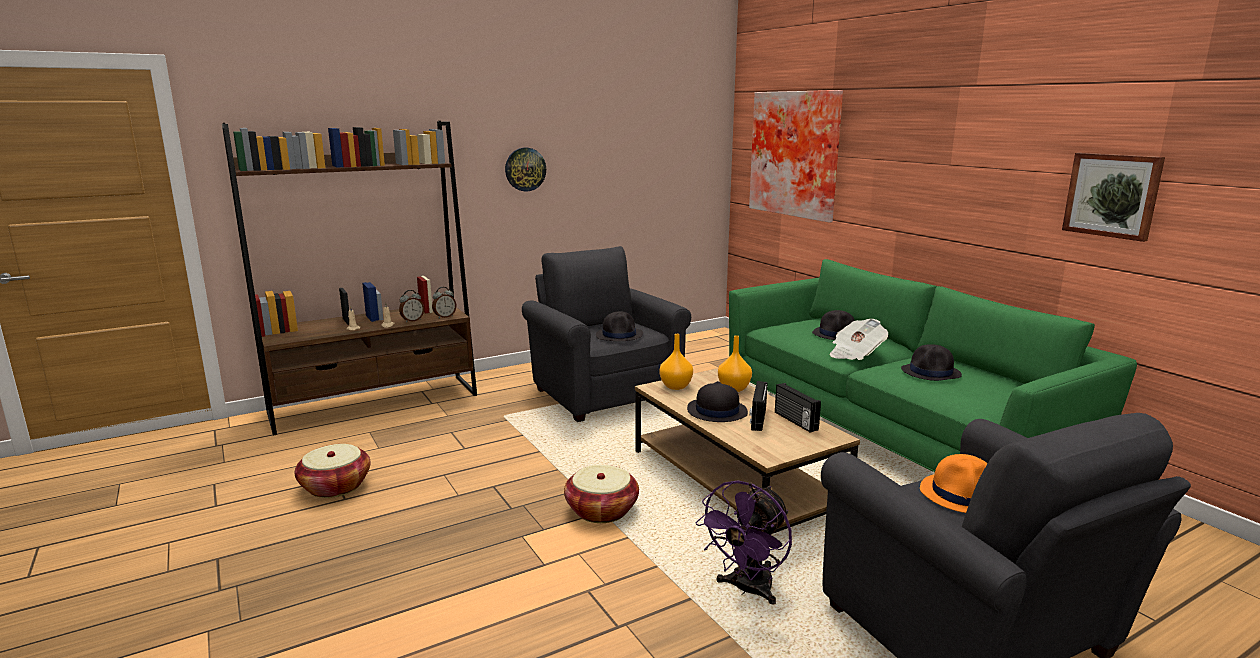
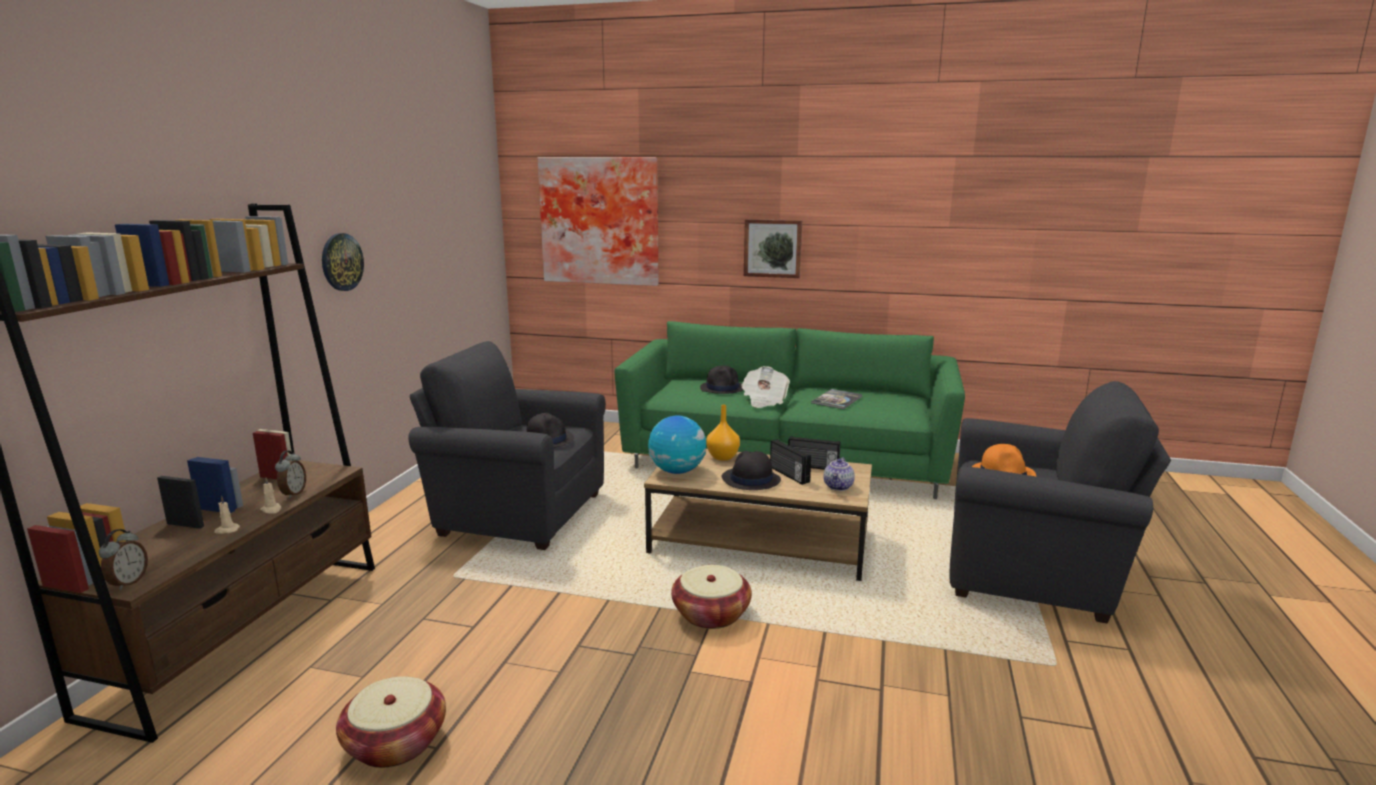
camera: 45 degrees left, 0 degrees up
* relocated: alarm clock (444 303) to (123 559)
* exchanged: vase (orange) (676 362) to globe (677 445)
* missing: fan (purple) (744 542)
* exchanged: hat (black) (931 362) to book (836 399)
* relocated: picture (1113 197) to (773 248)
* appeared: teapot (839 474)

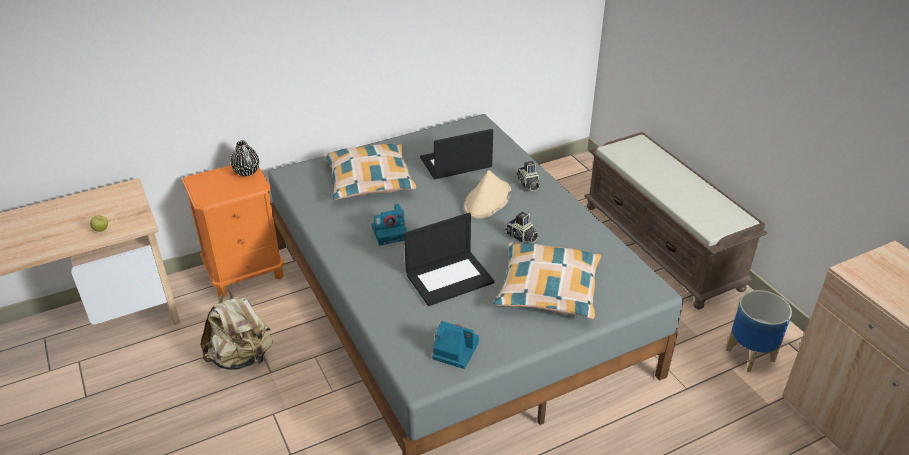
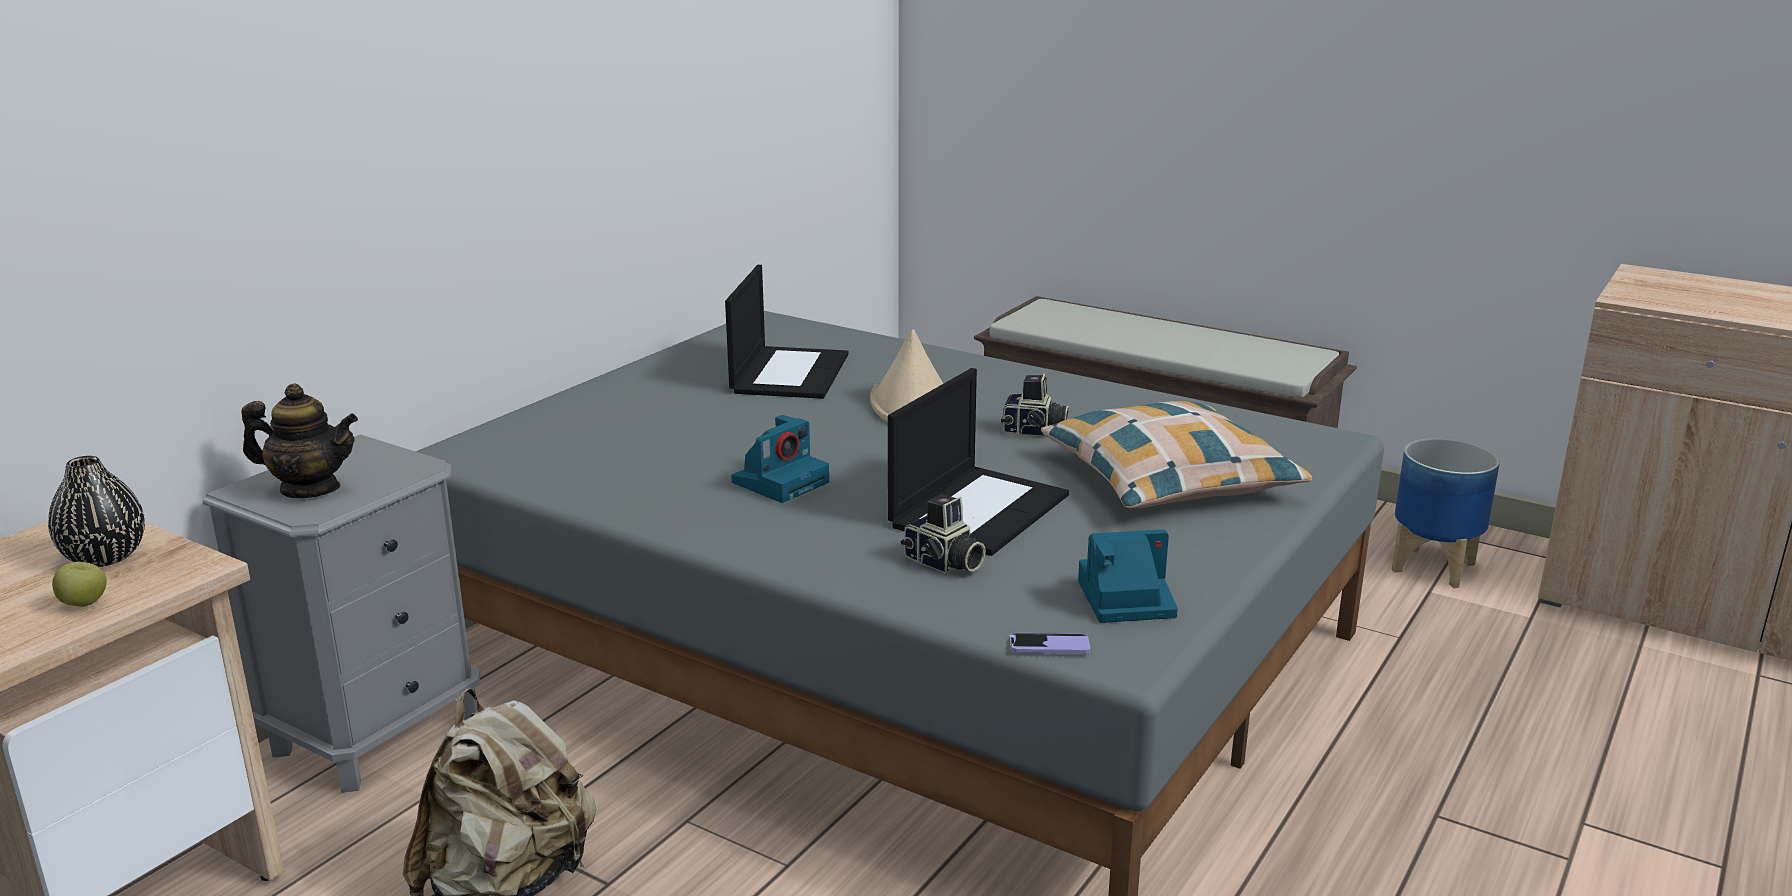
camera: 30 degrees left, 15 degrees down
* colour: nightstand (orange) (233 231) to nightstand (grey) (342 613)
* relocated: vase (black) (245 158) to (96 511)
* missing: pillow (370 172)
* spun: laptop (456 154) = (787 332) 150 degrees clockwise
* relocated: photo camera (528 176) to (943 534)
* appeared: teapot (300 441)
* appeared: phone (1050 643)

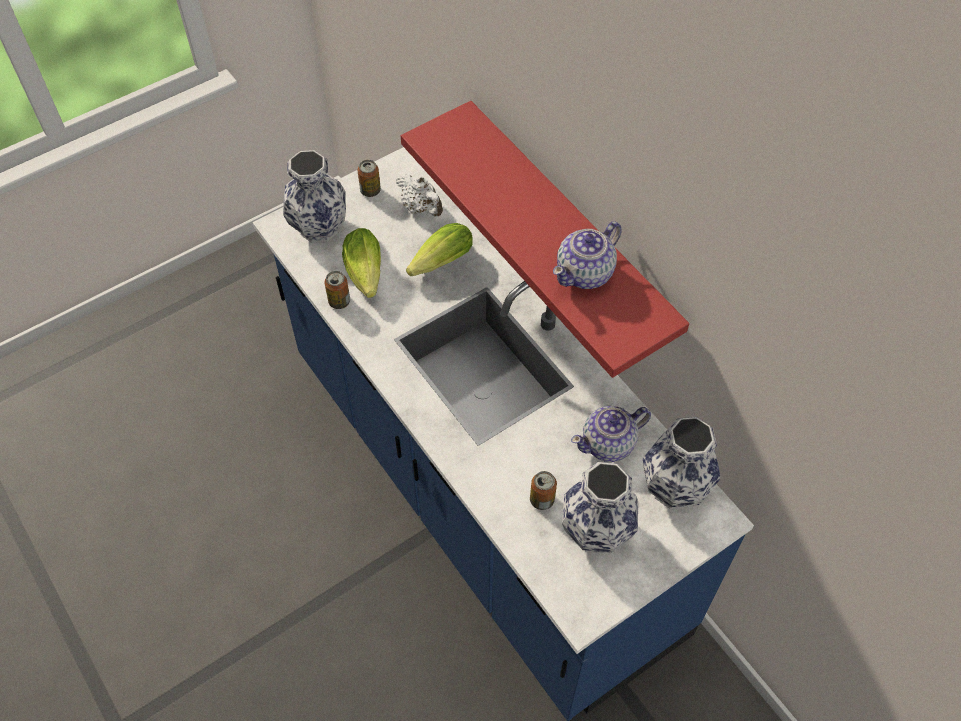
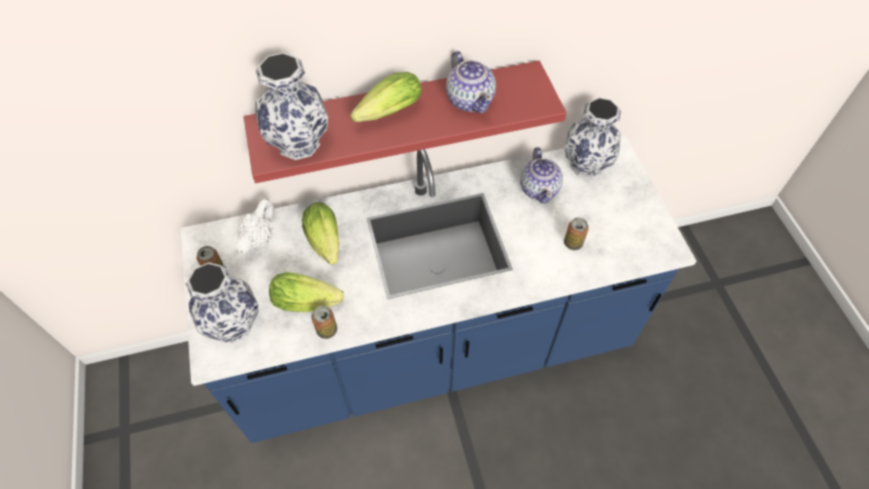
camera: 70 degrees left, 0 degrees up
* spun: teapot (white) (419 194) = (255 226) 45 degrees counterclockwise
* relocated: vase (600 508) to (291 106)
* appeared: lettuce (386 97)

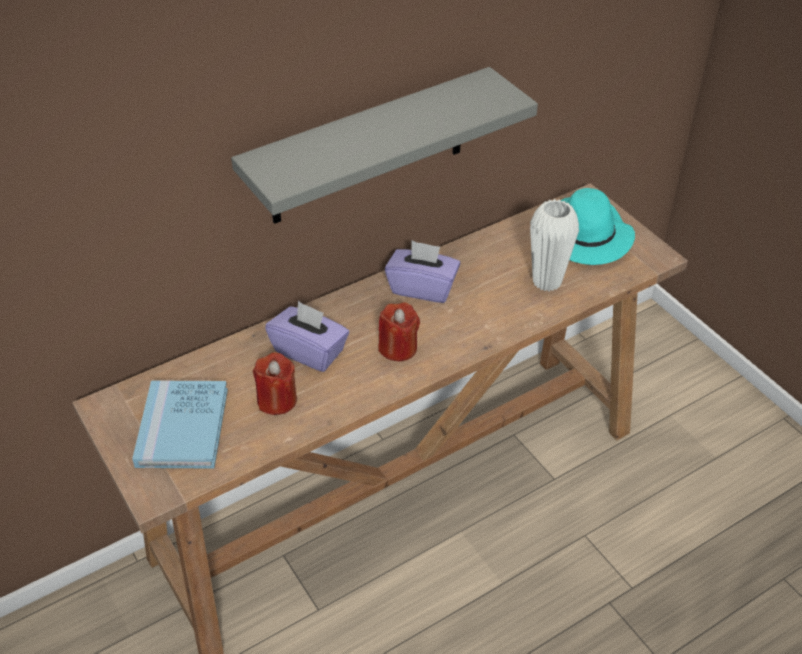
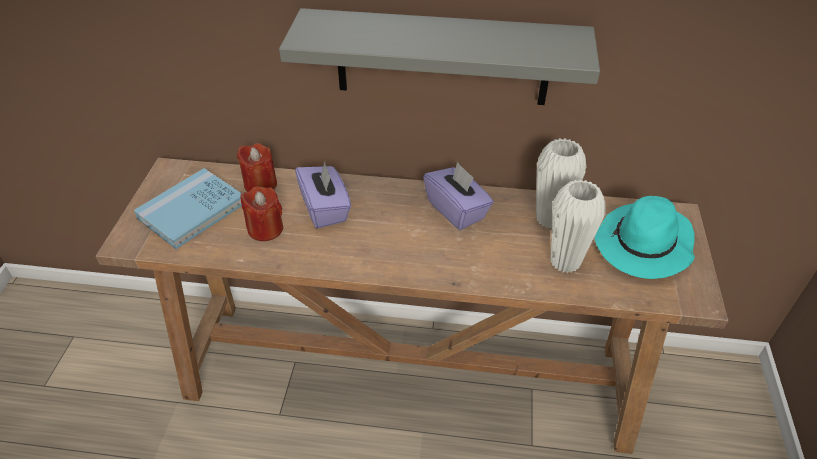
camera: 40 degrees right, 0 degrees up
* relocated: candle (red) (399 331) to (257 167)
* appeared: vase (white) (561 183)

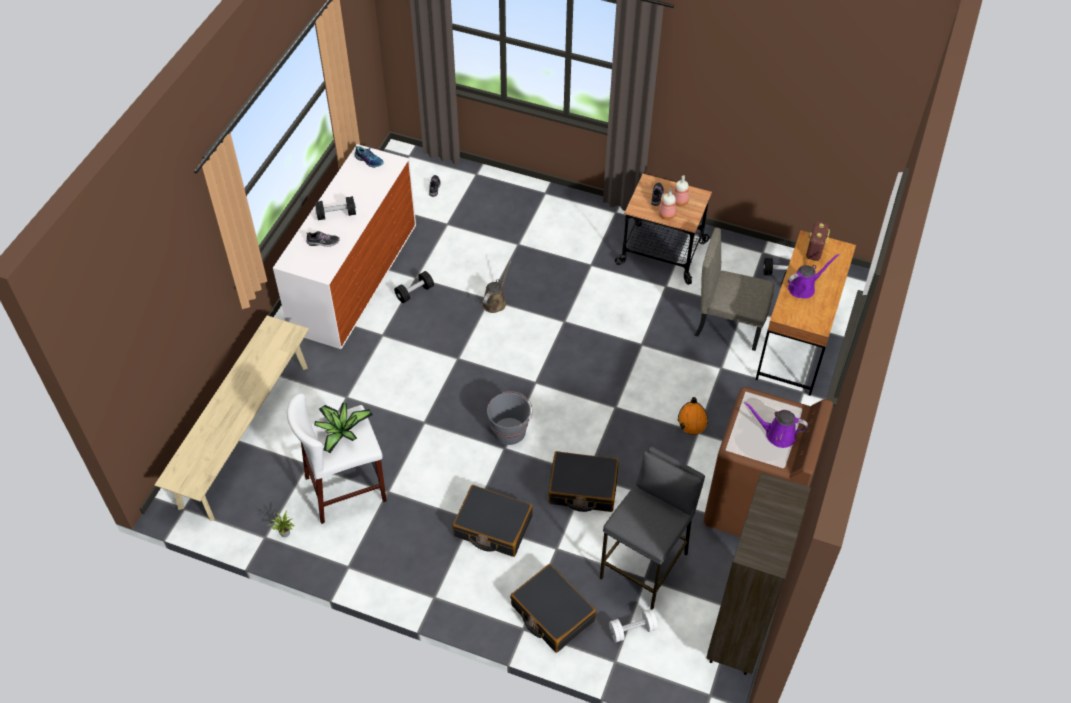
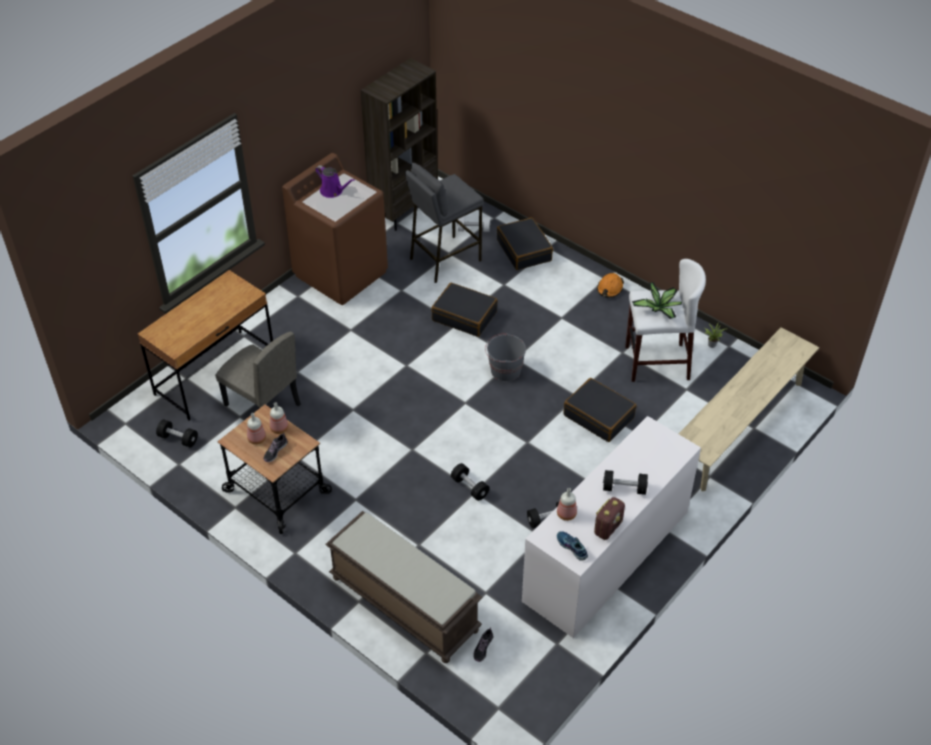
camera: 160 degrees left, 5 degrees down
* missing: shoe (323 239)
* relocated: suitcase (black) (492 521) to (600 410)
* exchanged: watering can (brown) (497 287) to dumbbell (black) (470 482)
* relocated: hard hat (orange) (693 416) to (610 285)
* missing: watering can (purple) (814 276)
* relocated: radio (818 241) to (609 518)
* appeared: bench (brown) (404 587)
* appeared: bottle (567 504)

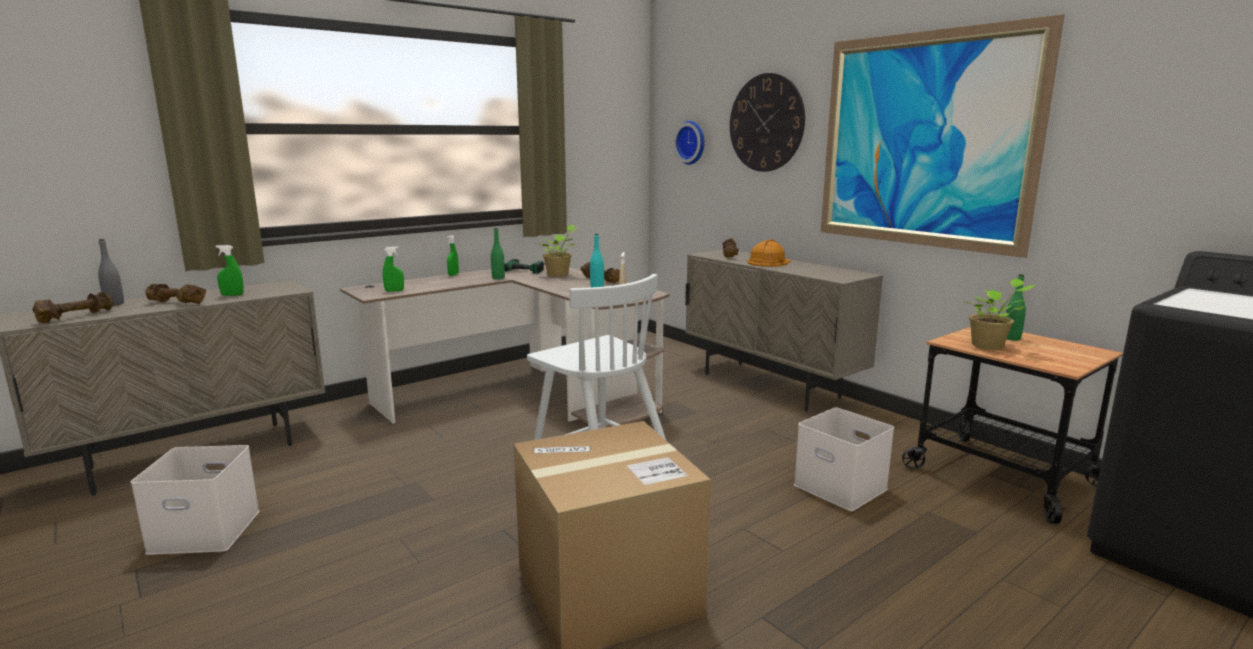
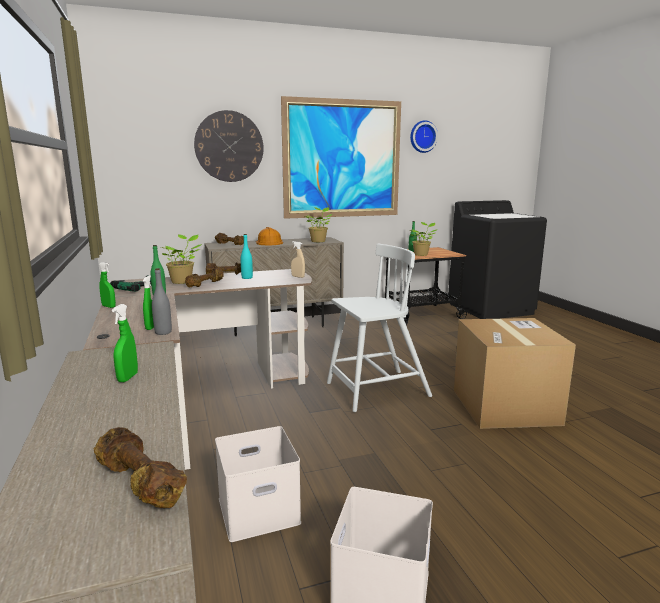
camera: 70 degrees left, 0 degrees up
* relocated: bottle (grey) (111 272) to (162 301)
* relocated: dumbbell (brown) (175 294) to (204 277)
* relocated: wall clock (689 143) to (424 137)
* relocated: storage box (white) (844 459) to (258 484)
* appeared: potted plant (318 224)

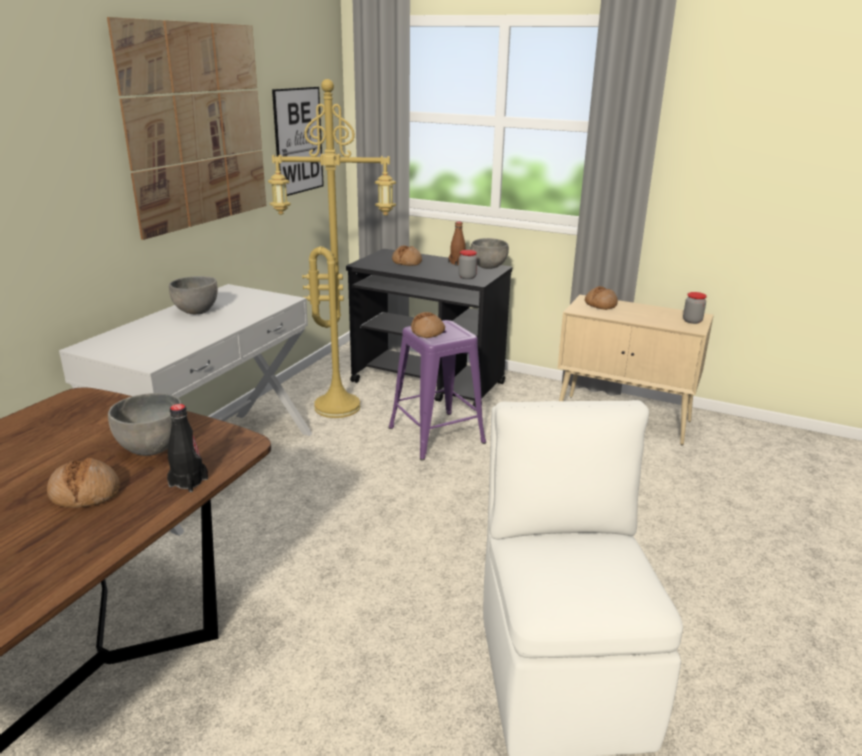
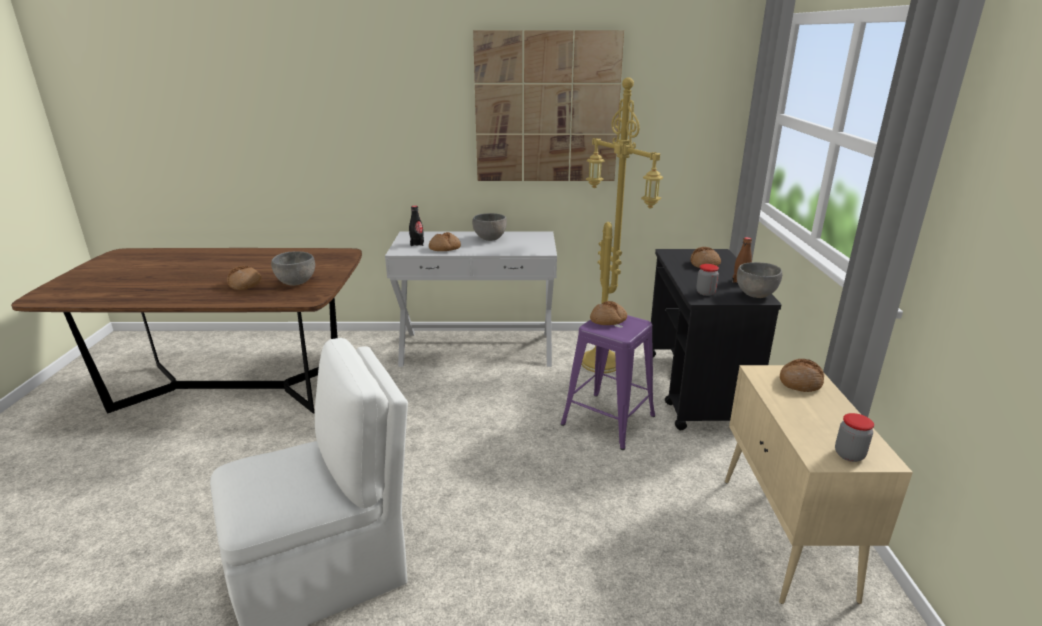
camera: 65 degrees right, 0 degrees up
* relocated: bottle (black) (187 448) to (416 225)
* missing: picture (298 141)
* appeared: bread (445 241)

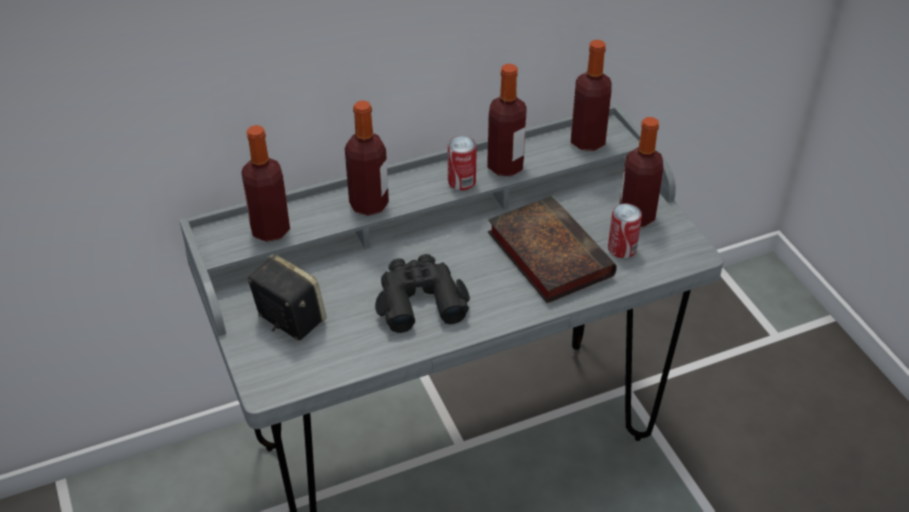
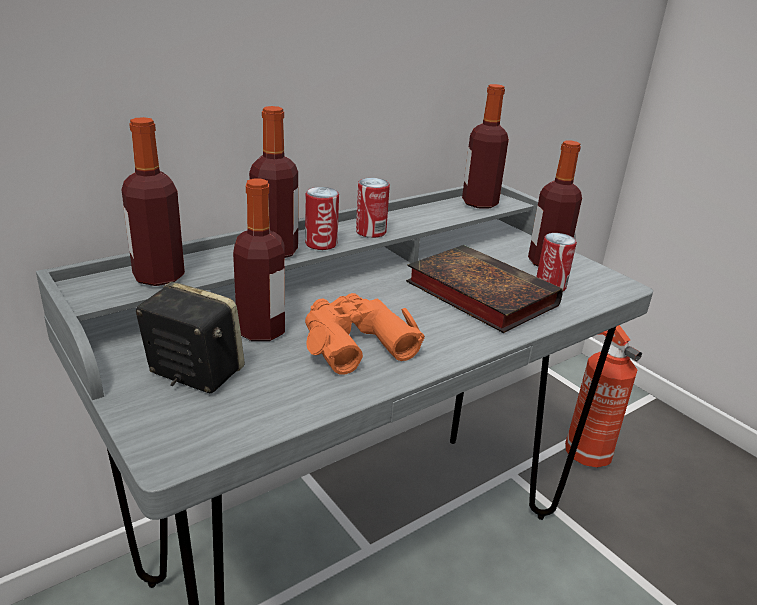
camera: 15 degrees left, 15 degrees down
* colour: binoculars (black) (422 293) to binoculars (orange) (365 334)
* relocated: bottle (507 120) to (259 259)
* appeared: can (322 218)
* appeared: fire extinguisher (603 396)

